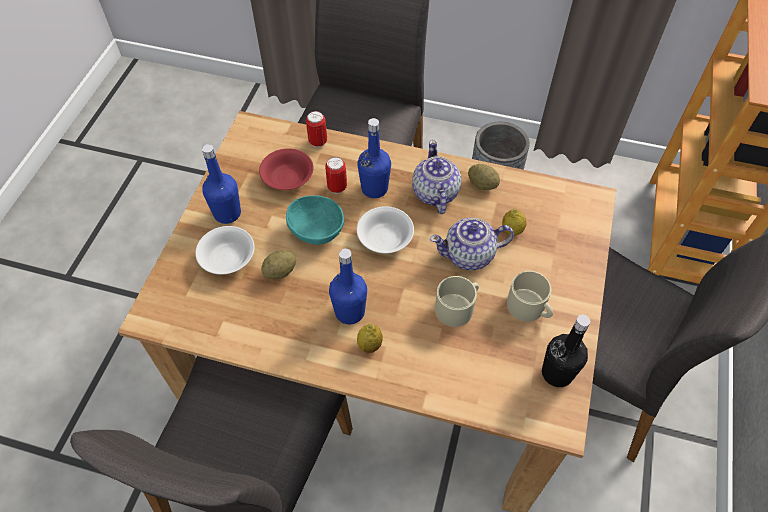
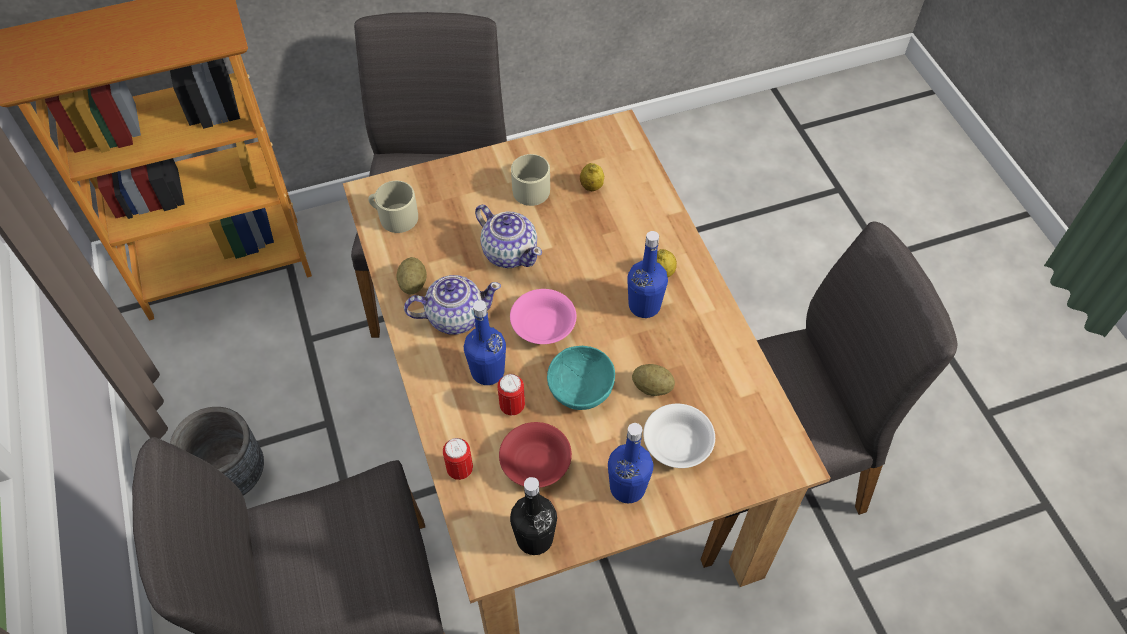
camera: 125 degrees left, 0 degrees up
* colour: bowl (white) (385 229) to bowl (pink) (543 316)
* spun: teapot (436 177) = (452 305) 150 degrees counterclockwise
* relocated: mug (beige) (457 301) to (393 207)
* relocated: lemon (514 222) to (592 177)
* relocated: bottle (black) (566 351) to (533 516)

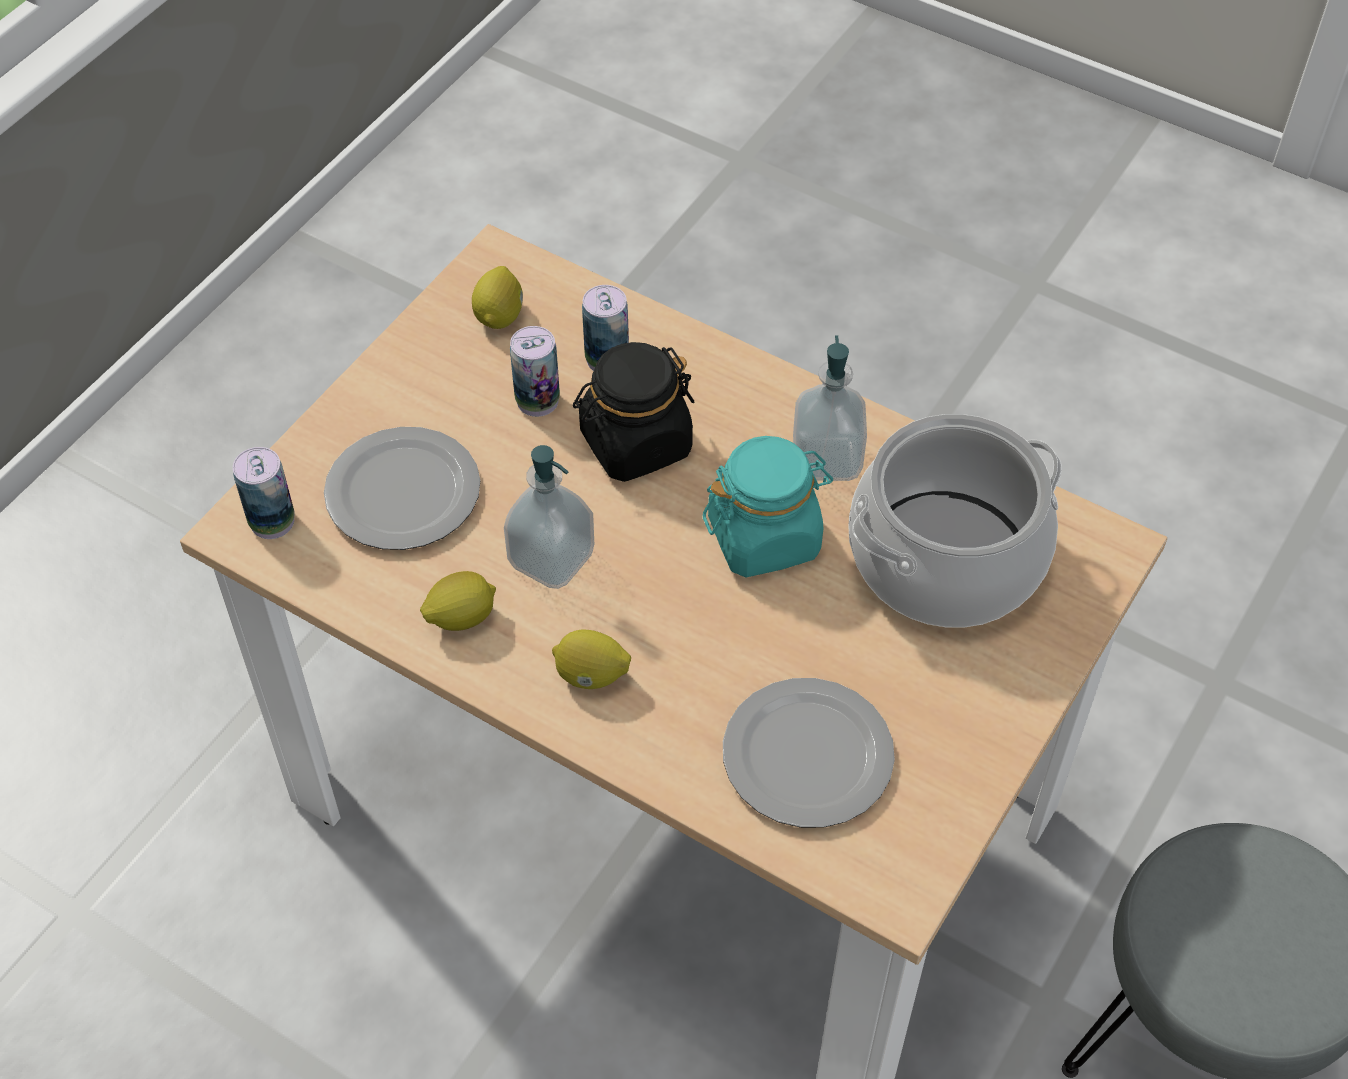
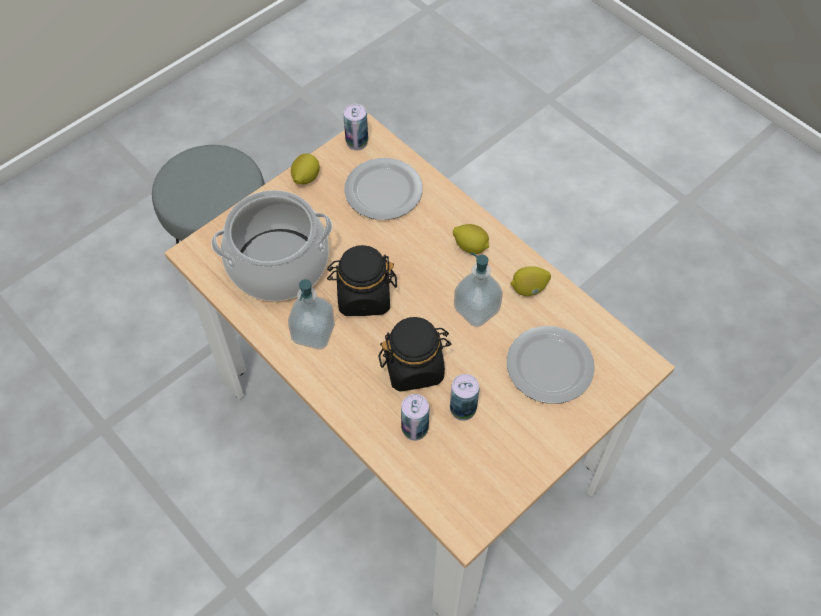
camera: 165 degrees left, 5 degrees up
* relocated: can (264 493) to (355 127)
* relocated: lemon (497 297) to (305 168)
* colour: jar (turquoise) (768 506) to jar (black) (362 280)

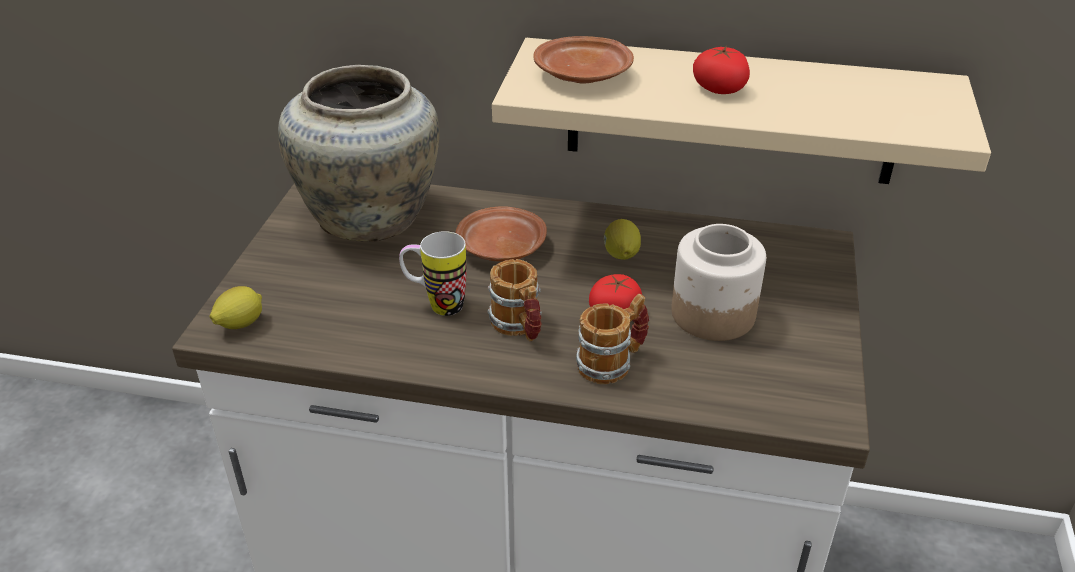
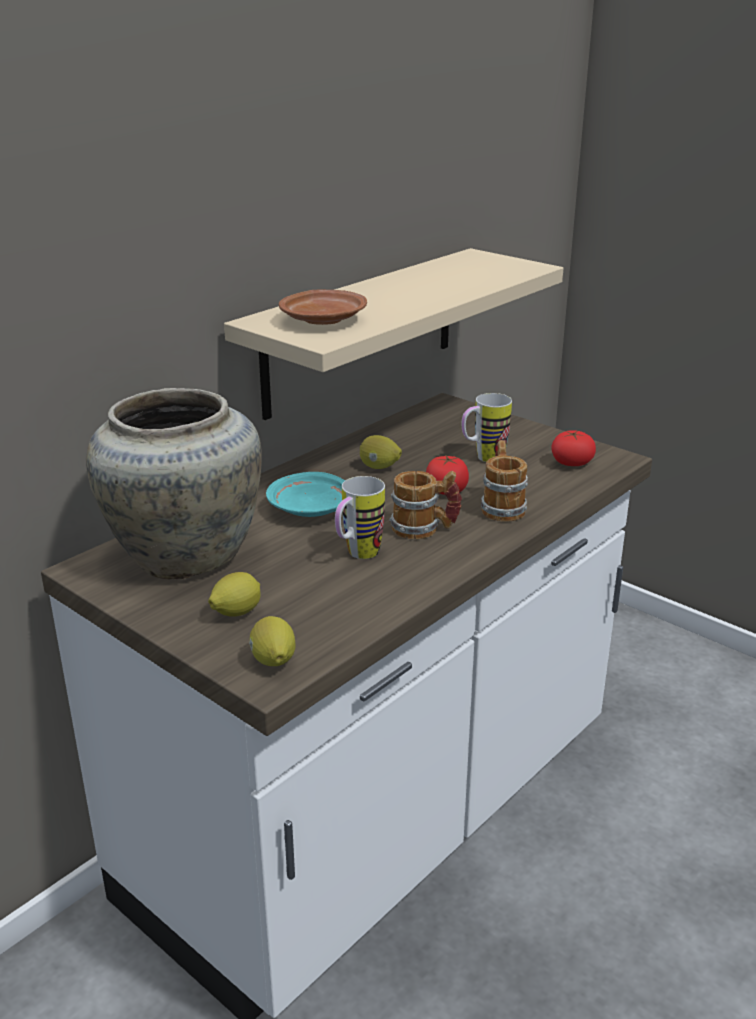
camera: 60 degrees left, 10 degrees down
* colour: plate (brown) (501 234) to plate (turquoise) (305 494)
* exchanged: jar (718 282) to mug (487 427)
* relocated: tomato (721 69) to (573 448)
* appeared: lemon (234 594)

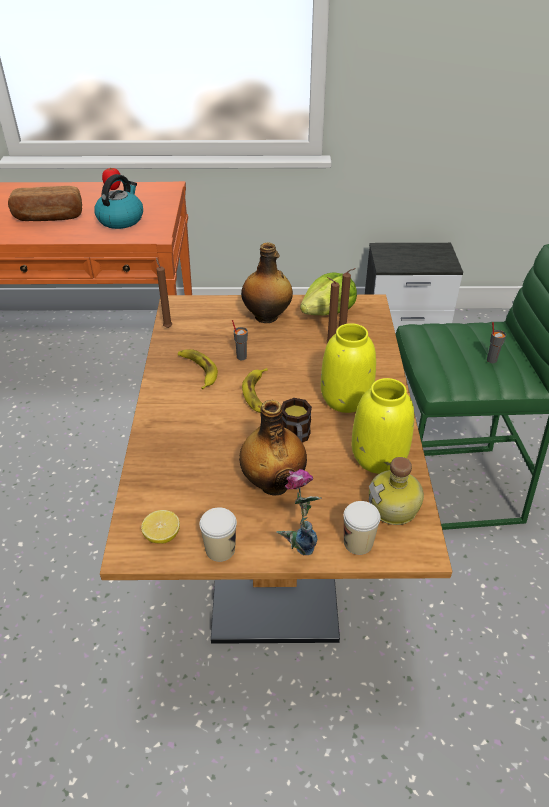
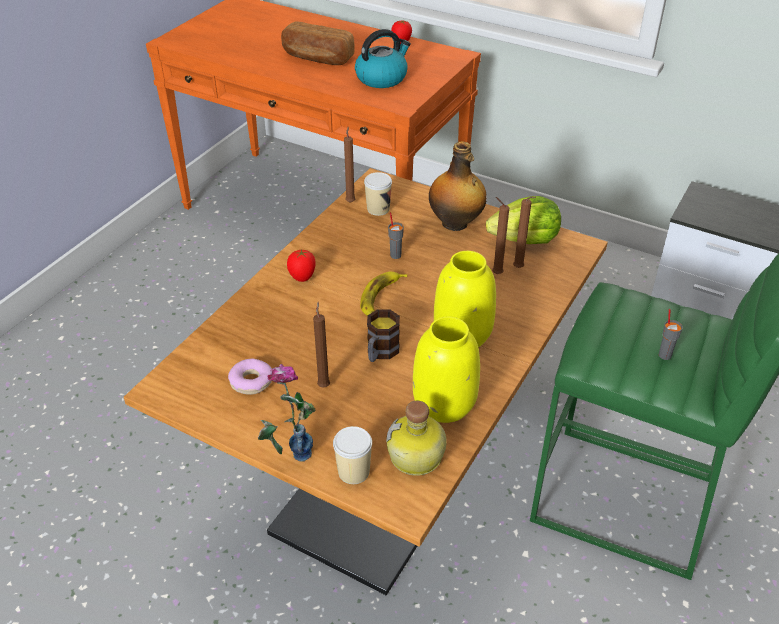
camera: 30 degrees right, 0 degrees up
* missing: lemon (160 527)
* missing: banana (198 369)
* relocated: cup (218 534) to (378 194)
* exchanged: bottle (273 448) to candle (brown) (321 345)
* appeared: donut (250 377)
* appeared: tomato (301 265)

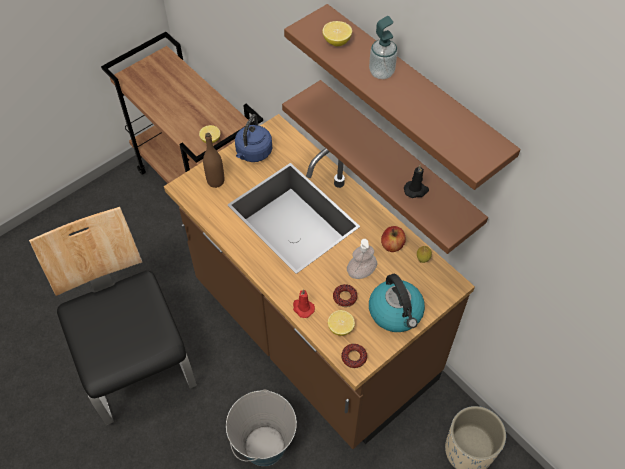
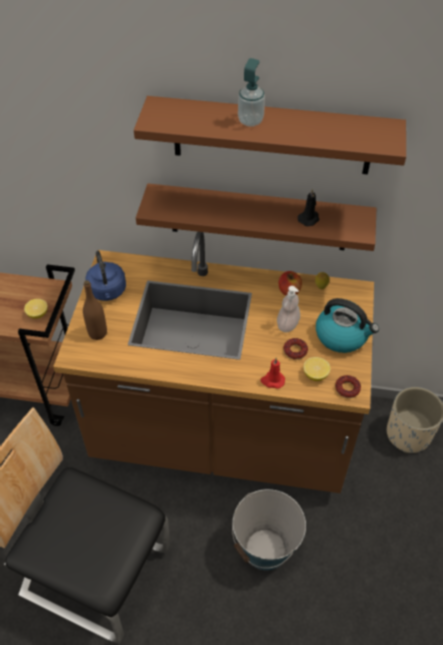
camera: 40 degrees left, 5 degrees down
* missing: lemon (337 33)

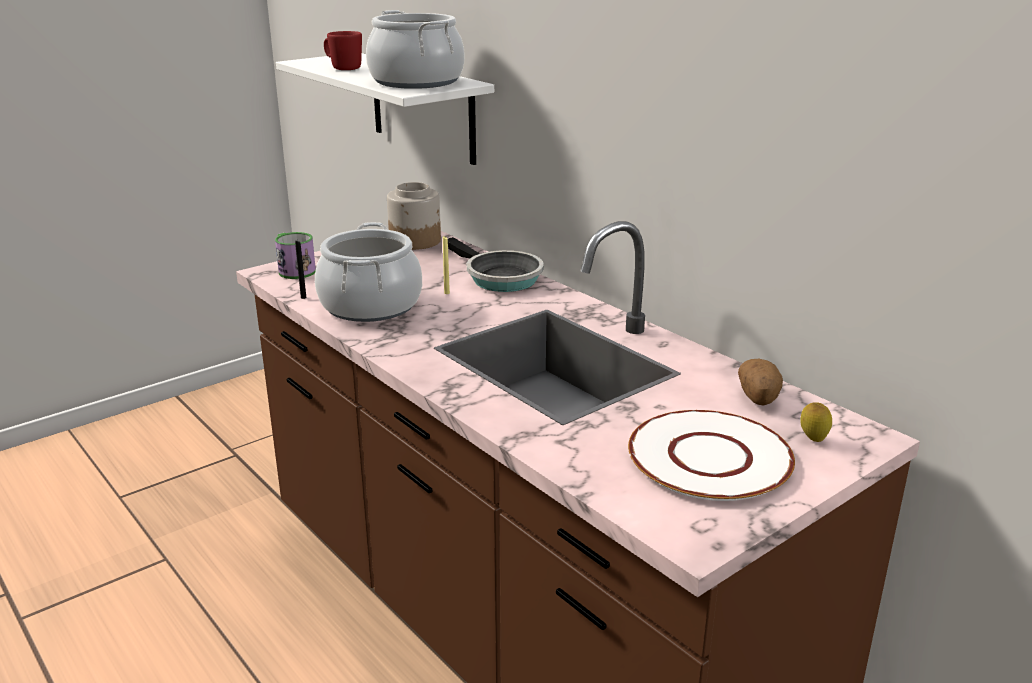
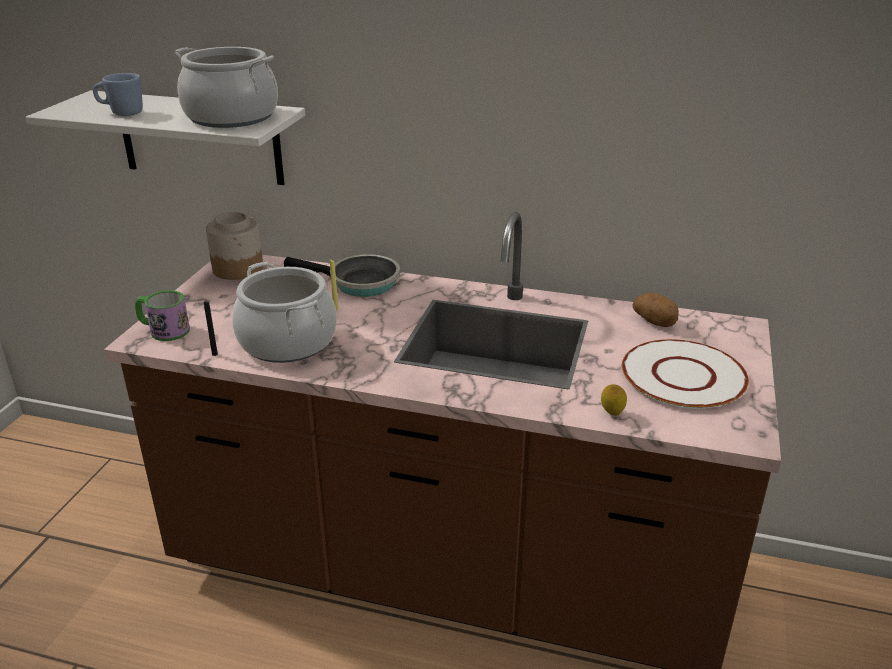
camera: 35 degrees left, 5 degrees up
* colour: mug (red) (343 50) to mug (blue) (118 94)
* relocated: lemon (816 422) to (614 400)

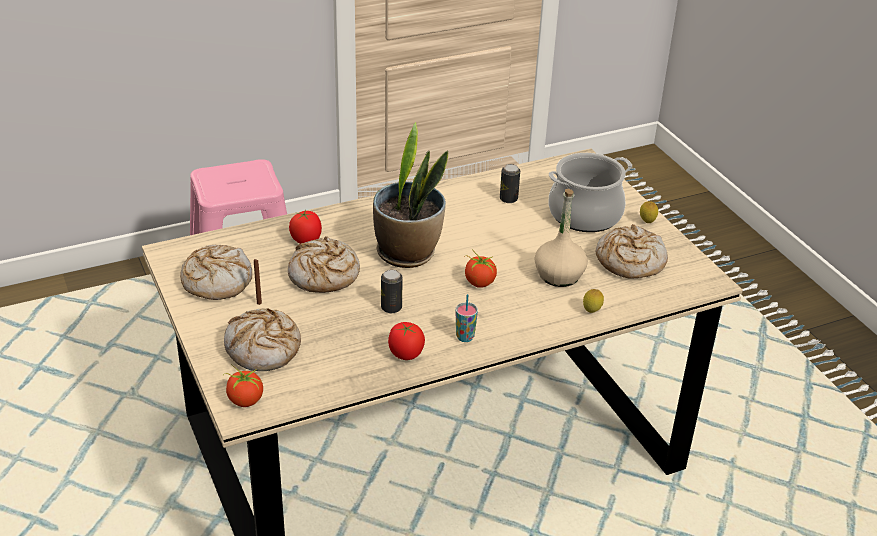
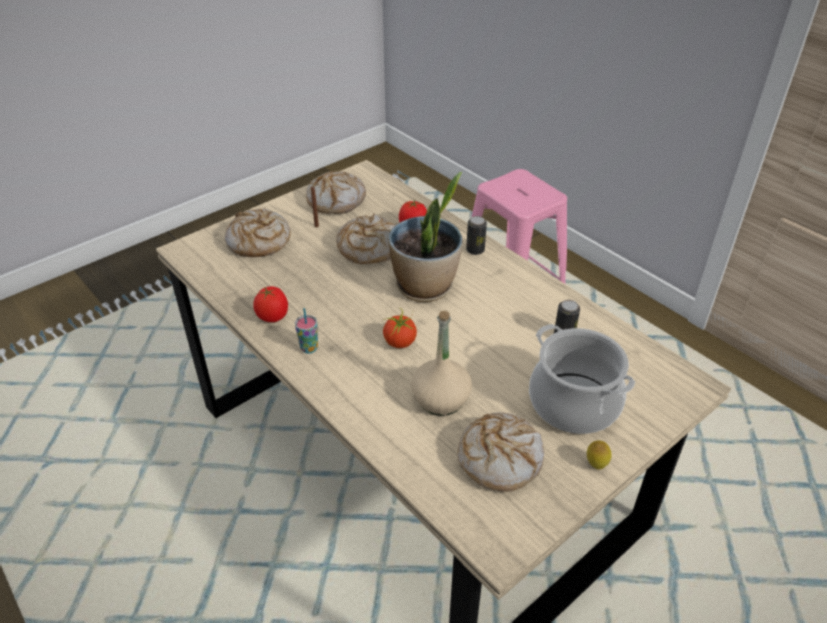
camera: 75 degrees right, 5 degrees up
* missing: tomato (243 385)
* relocated: can (392 291) to (476 235)
* missing: lemon (593 301)

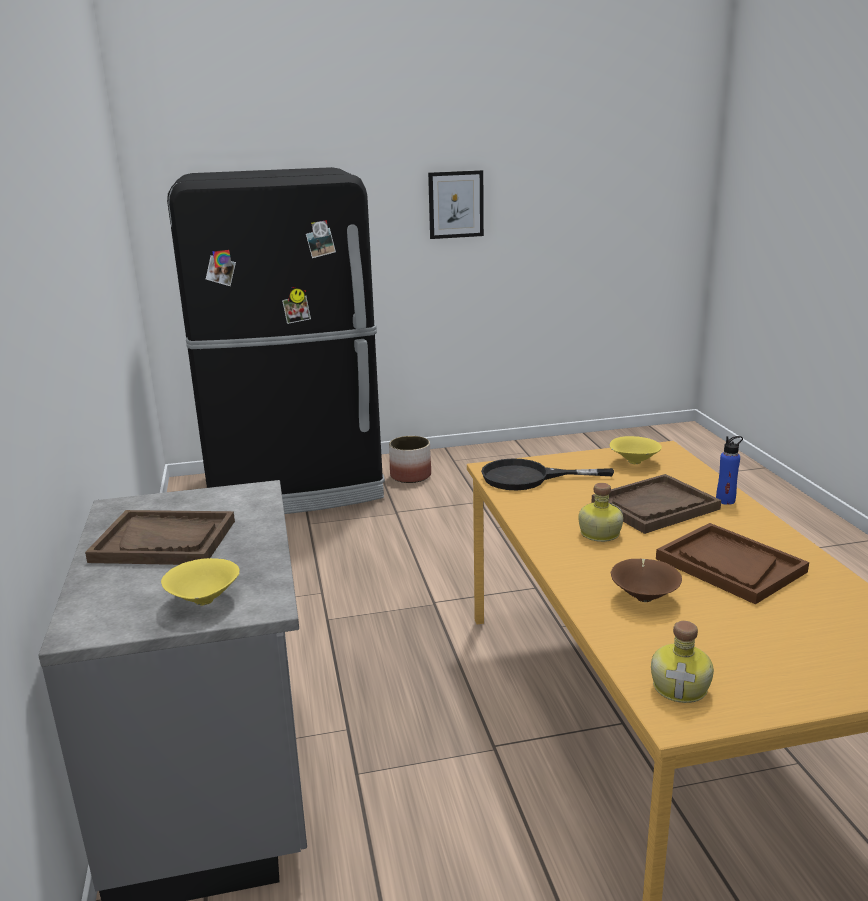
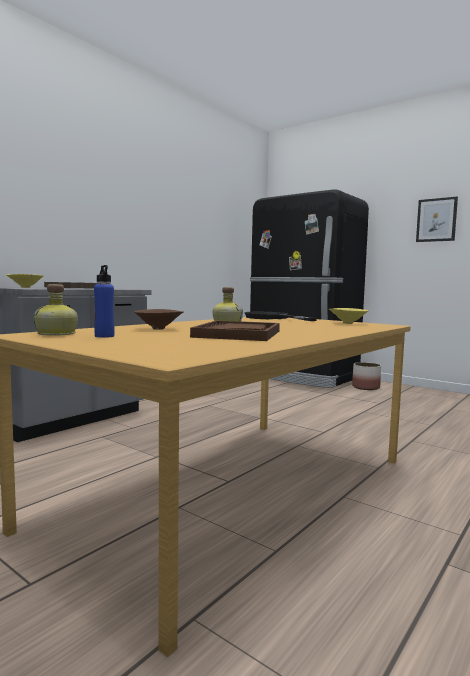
camera: 50 degrees right, 15 degrees down
* missing: tray (brown) (656 504)
* relocated: bottle (blue) (729 470) to (104 301)

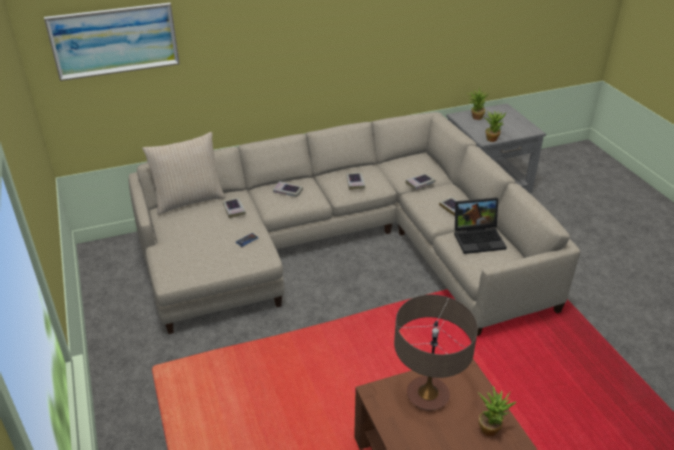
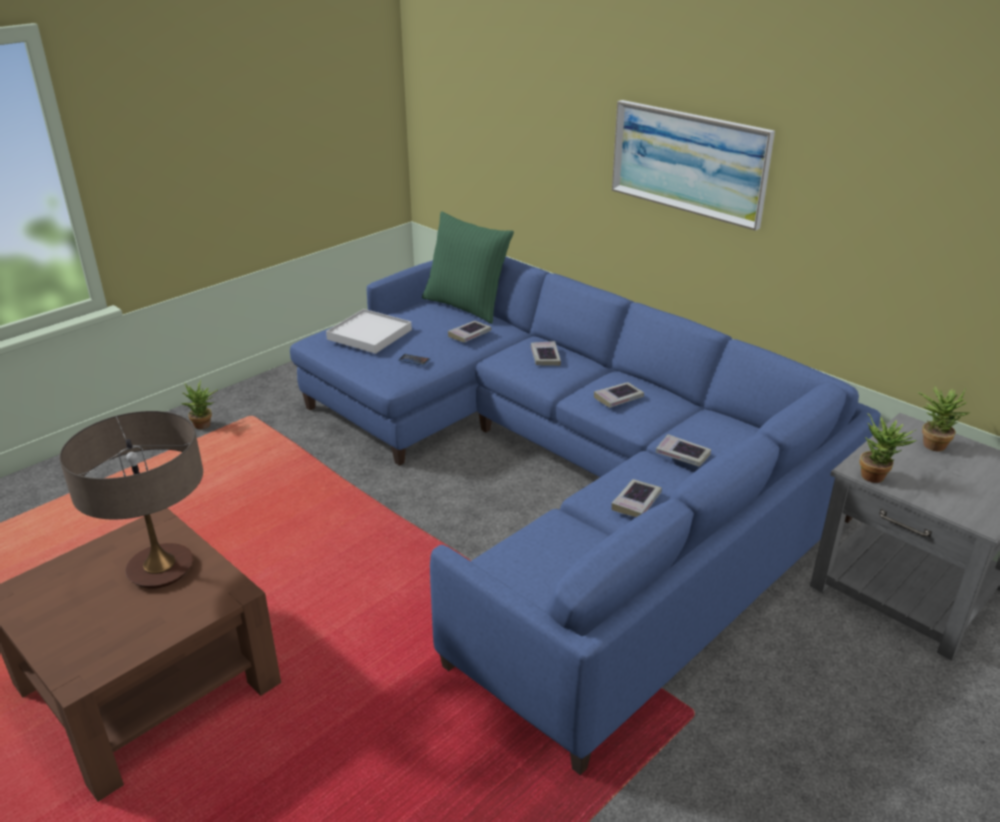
camera: 65 degrees right, 5 degrees down
* relocated: picture (112 42) to (693 165)
* colour: sofa (beige) (354 224) to sofa (blue) (585 516)
* colour: pillow (beige) (184 173) to pillow (green) (468 267)
* missing: laptop (480 225)
* relocated: potted plant (497 411) to (199 404)
* appeared: tray (white) (369 331)

